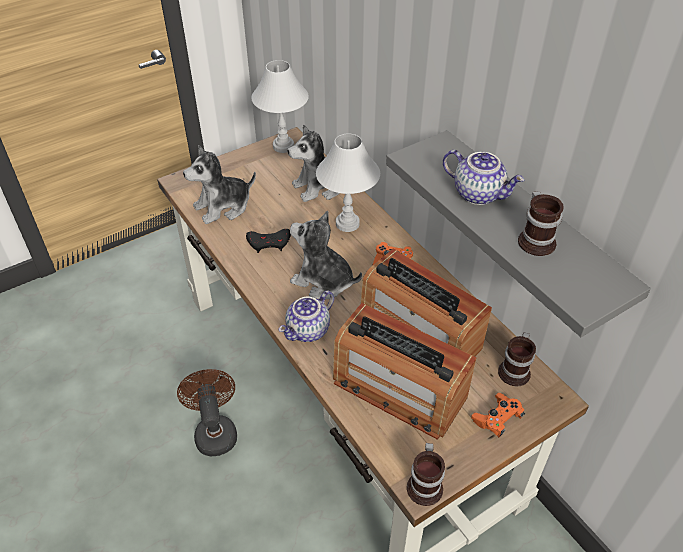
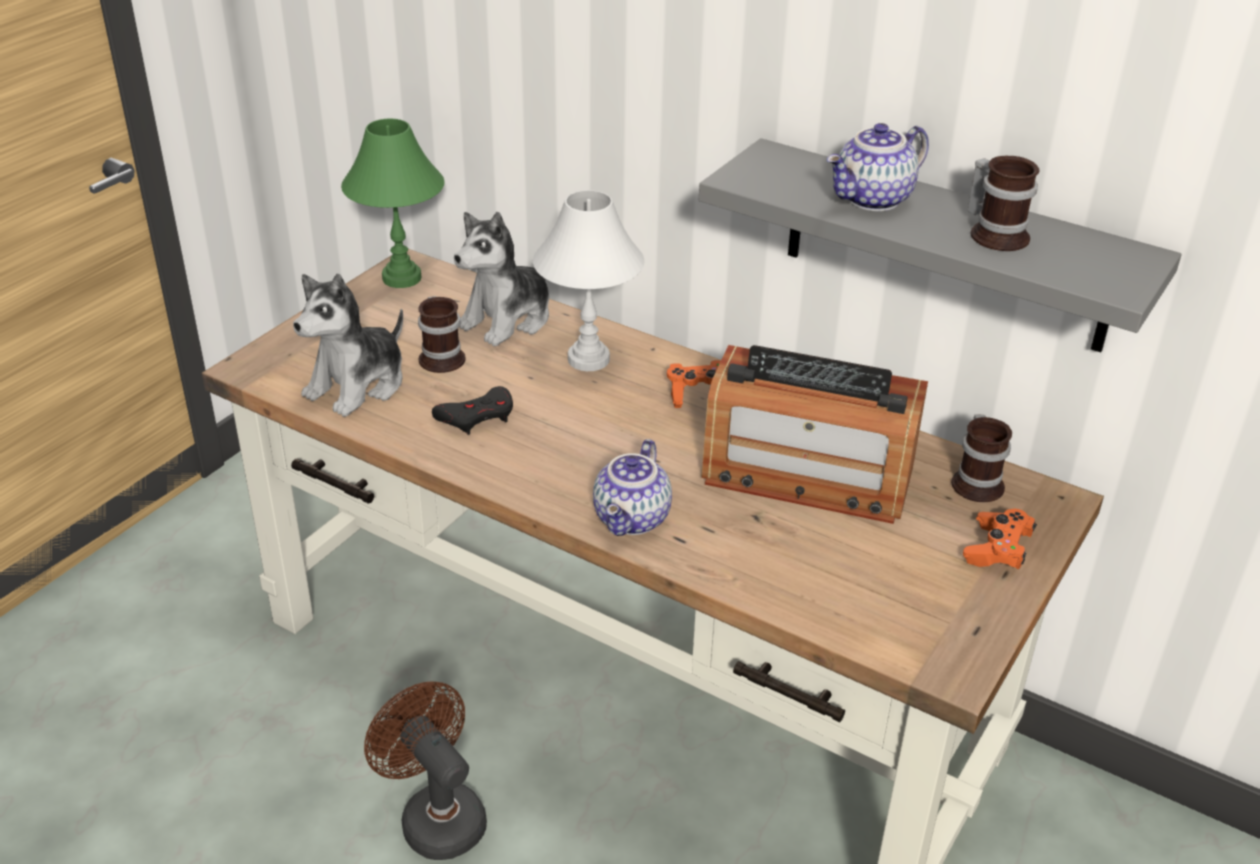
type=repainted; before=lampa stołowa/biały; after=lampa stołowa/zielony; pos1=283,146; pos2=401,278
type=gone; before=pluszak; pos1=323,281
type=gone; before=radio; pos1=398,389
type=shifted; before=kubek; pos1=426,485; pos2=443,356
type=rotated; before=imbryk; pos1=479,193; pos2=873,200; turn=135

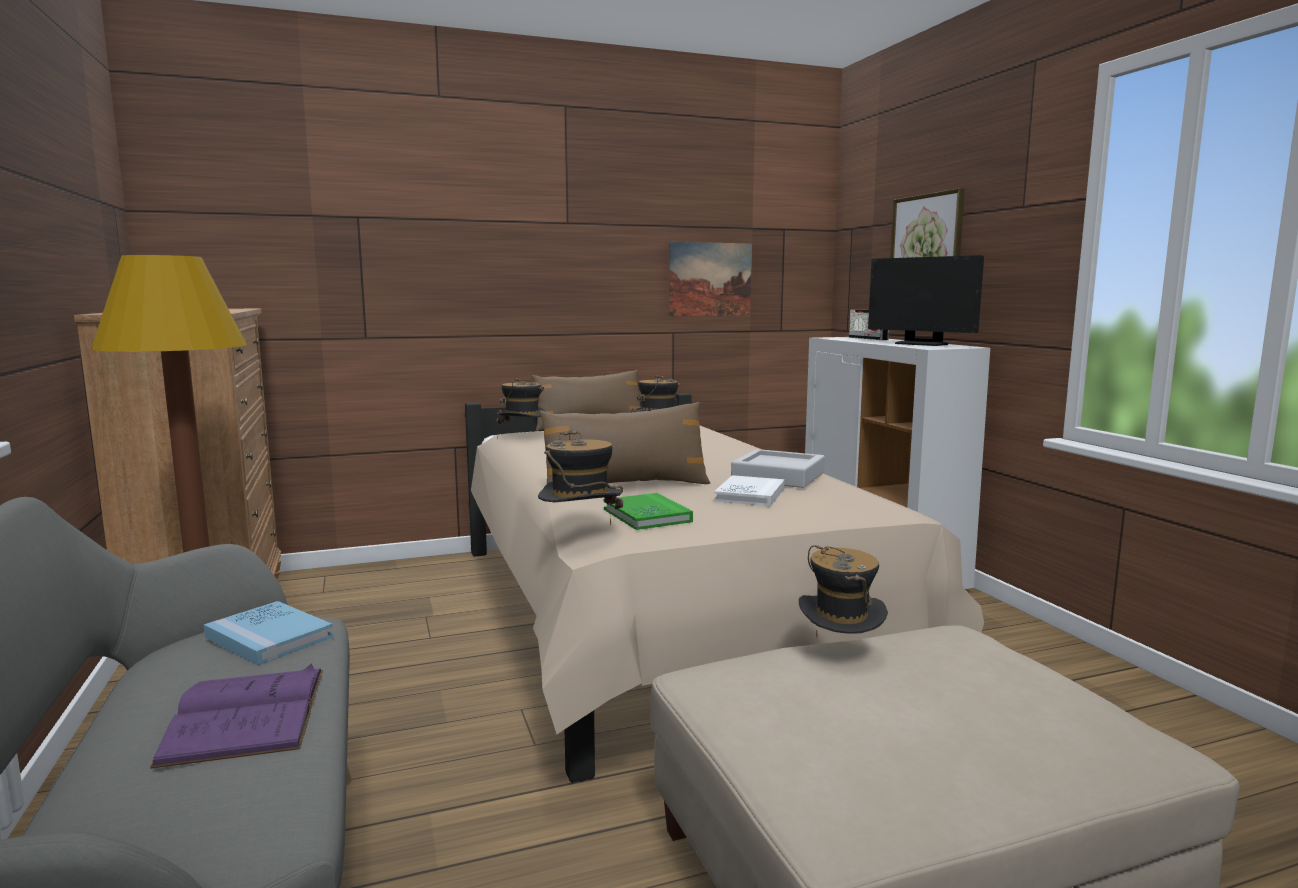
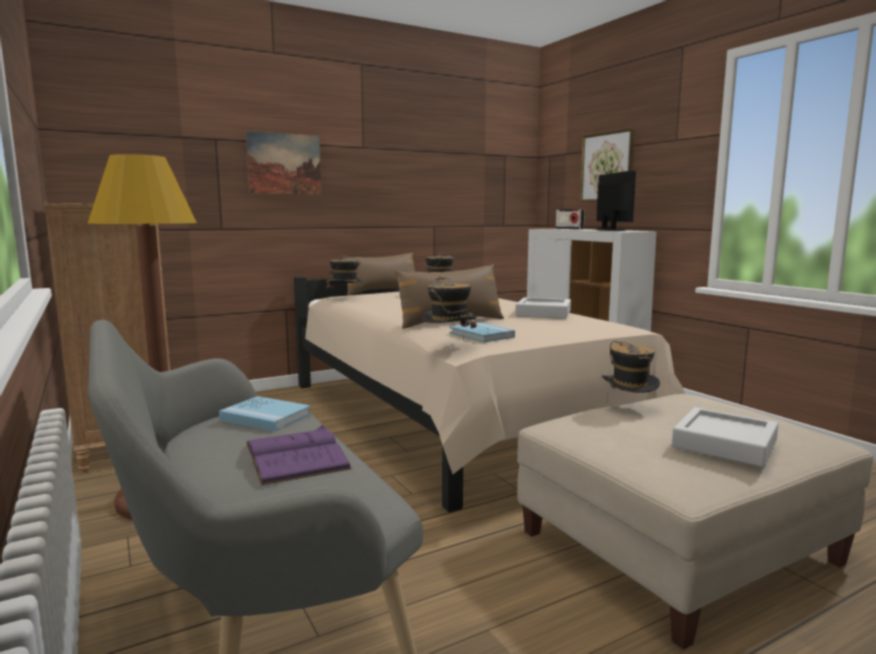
type=repainted; before=książka/zielony; after=książka/niebieski; pos1=647,515; pos2=481,335
type=shifted; before=obraz; pos1=710,279; pos2=284,164
type=gone; before=książka/biały; pos1=750,494
type=rotated; before=monitor; pos1=921,344; pos2=610,230; turn=-135
type=new; after=taca/szary; pos2=724,444

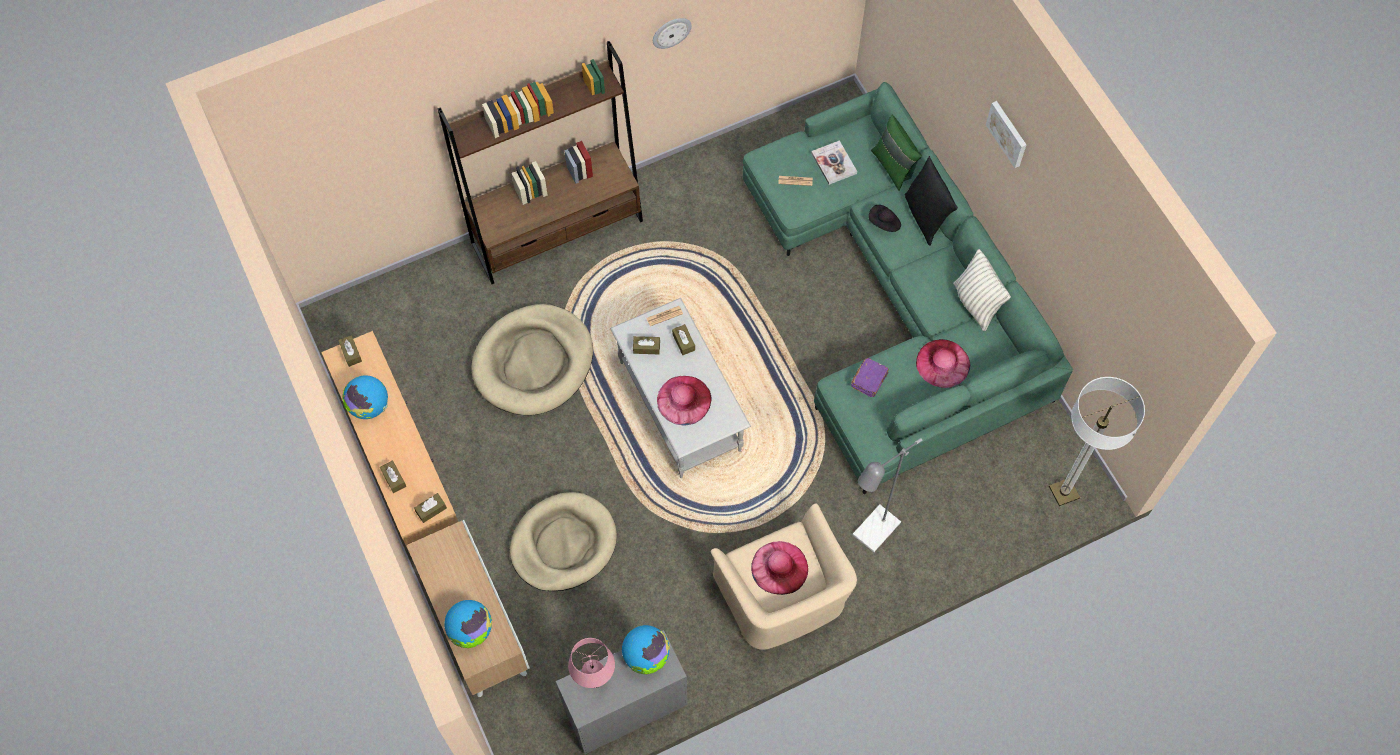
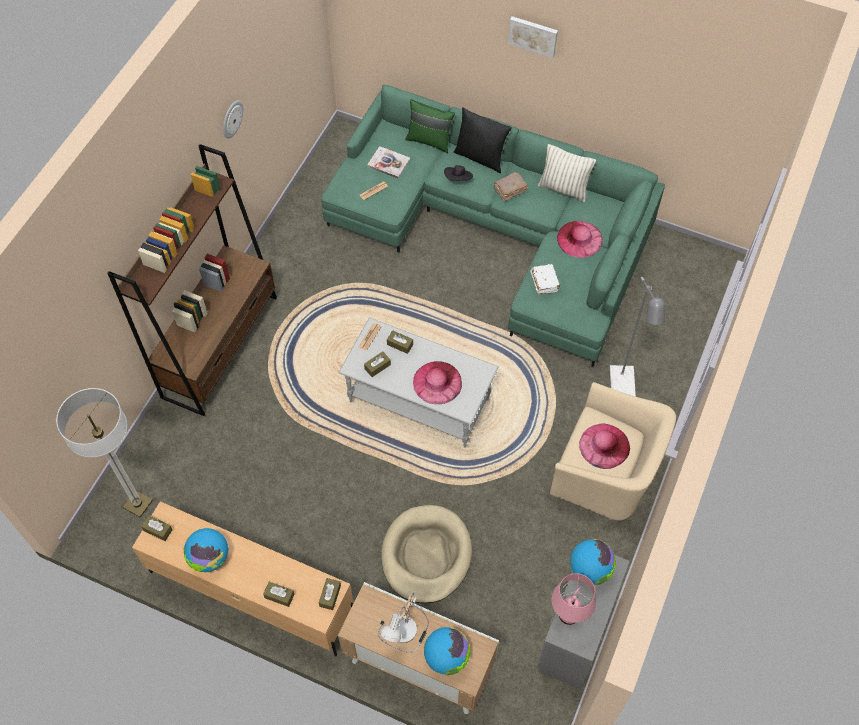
type=gone; before=legowisko/beżowy; pos1=533,362
type=repainted; before=książka/fioletowy; after=książka/biały; pos1=869,380; pos2=544,282
type=shifted; before=lampa stojąca; pos1=1064,492; pos2=138,504
type=new; after=lampa stołowa; pos2=405,632
type=new; after=książka/brązowy; pos2=509,190

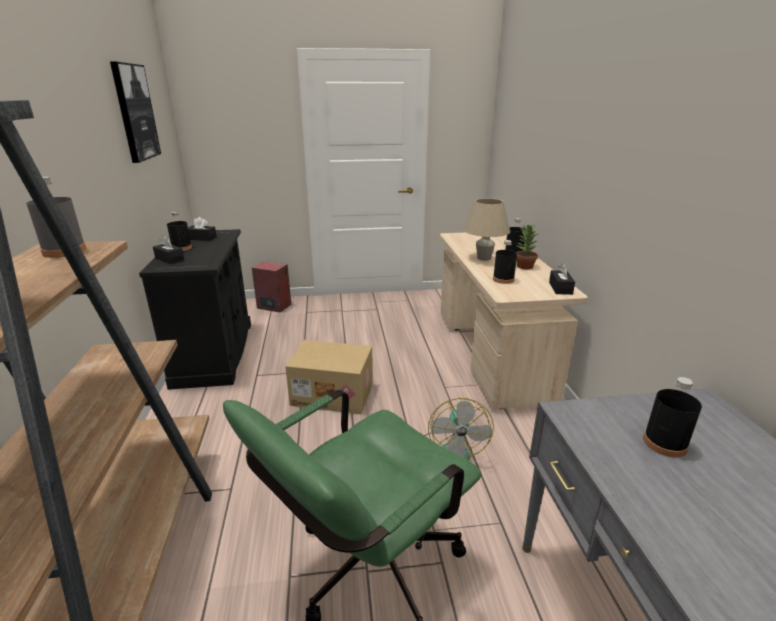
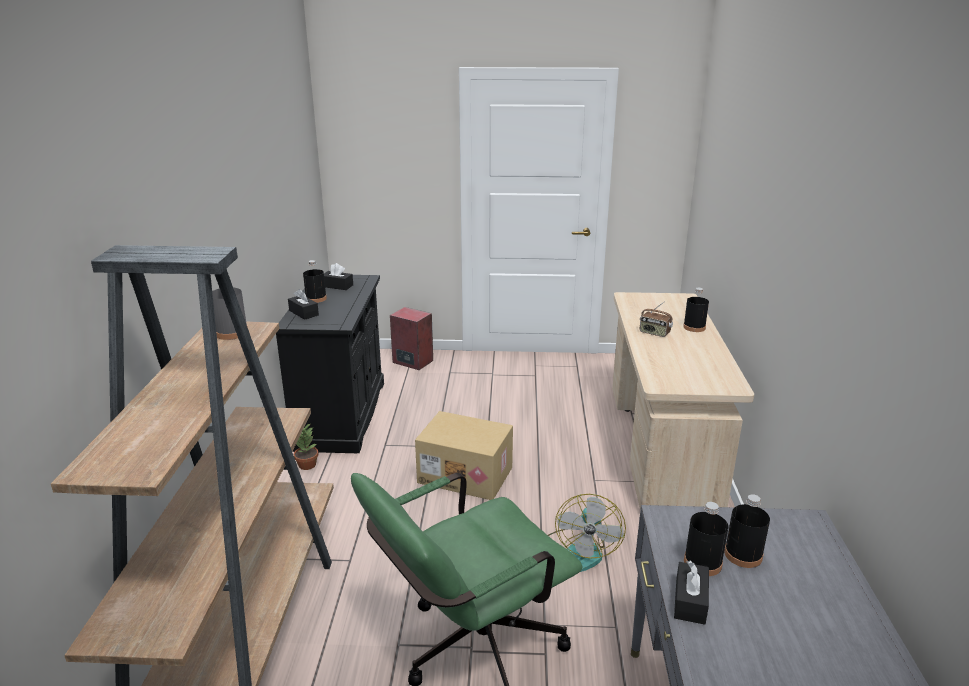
type=gone; before=obraz; pos1=135,112
type=swapped; before=lampa stołowa/beżowy; after=radio; pos1=484,258; pos2=654,333
type=shifted; before=butelka/czarny; pos1=503,279; pos2=702,563
type=shifted; before=roślina doniczkowa; pos1=524,266; pos2=306,465
type=shifted; before=pudełko chusteczek/czarny; pos1=560,288; pos2=690,601

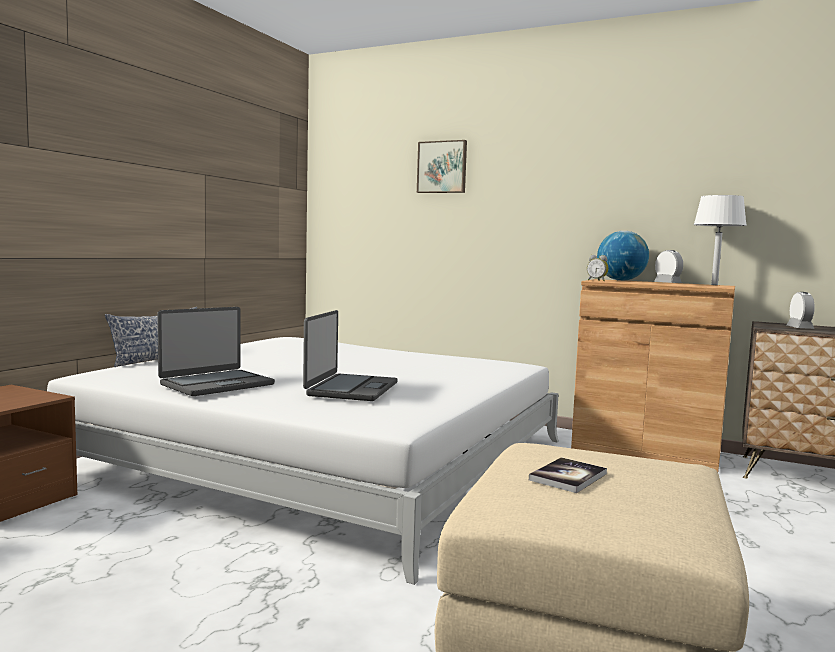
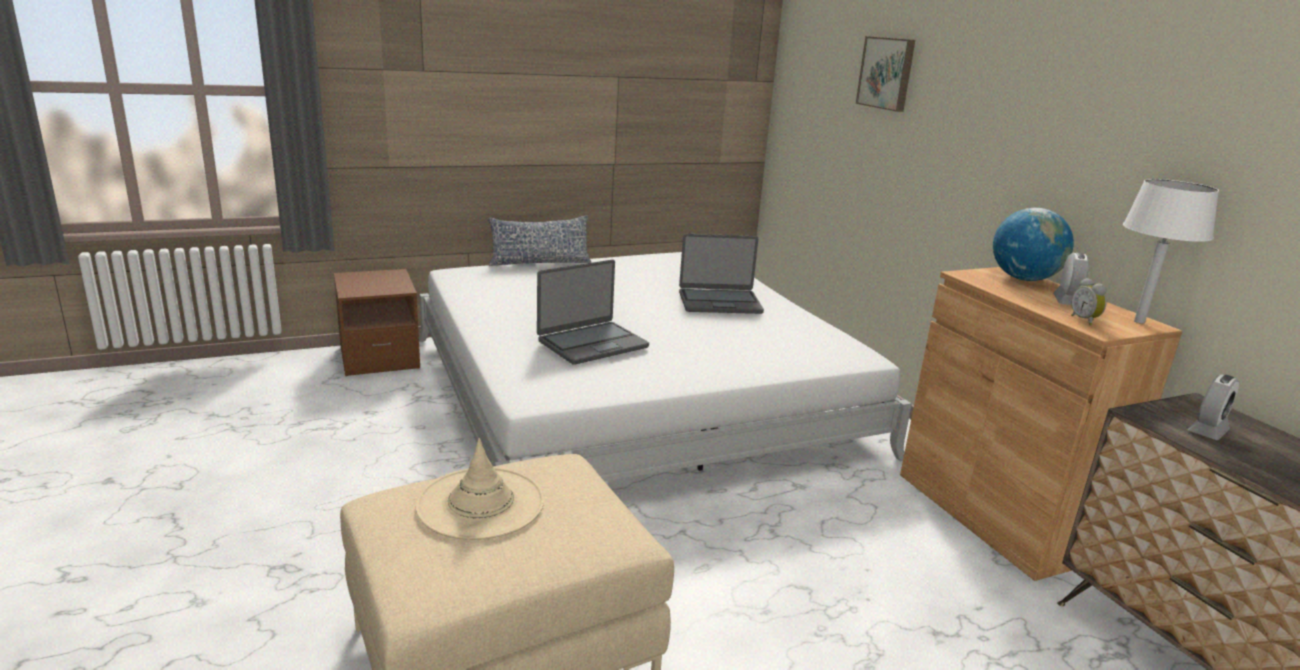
type=shifted; before=laptop; pos1=216,384; pos2=719,302
type=swapped; before=książka; after=kapelusz/beżowy; pos1=568,477; pos2=481,503
type=shifted; before=budzik; pos1=597,280; pos2=1085,320

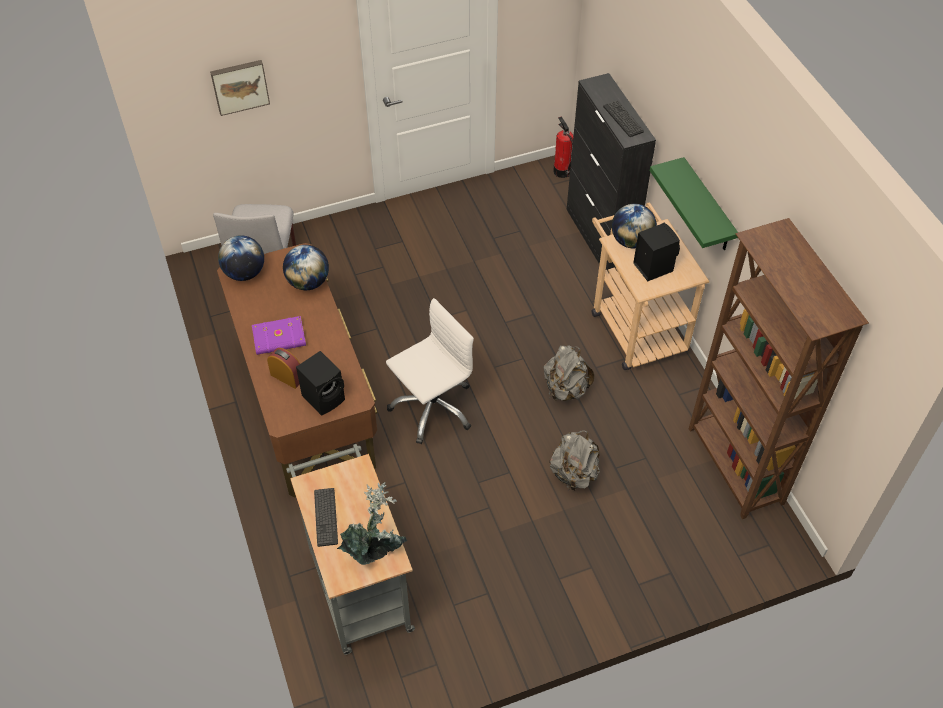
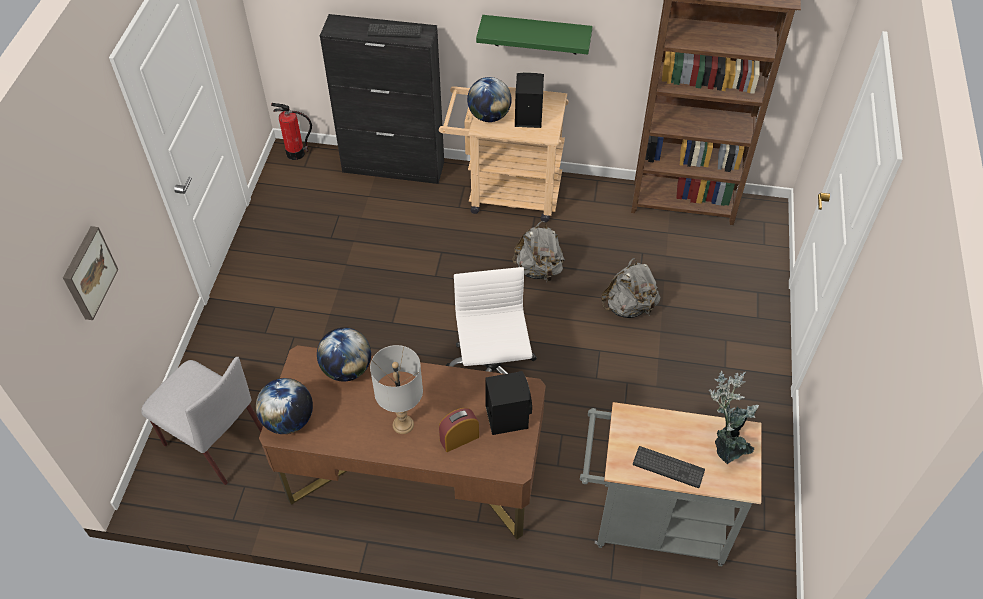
type=swapped; before=książka/fioletowy; after=lampa stołowa/szary; pos1=279,338; pos2=403,424

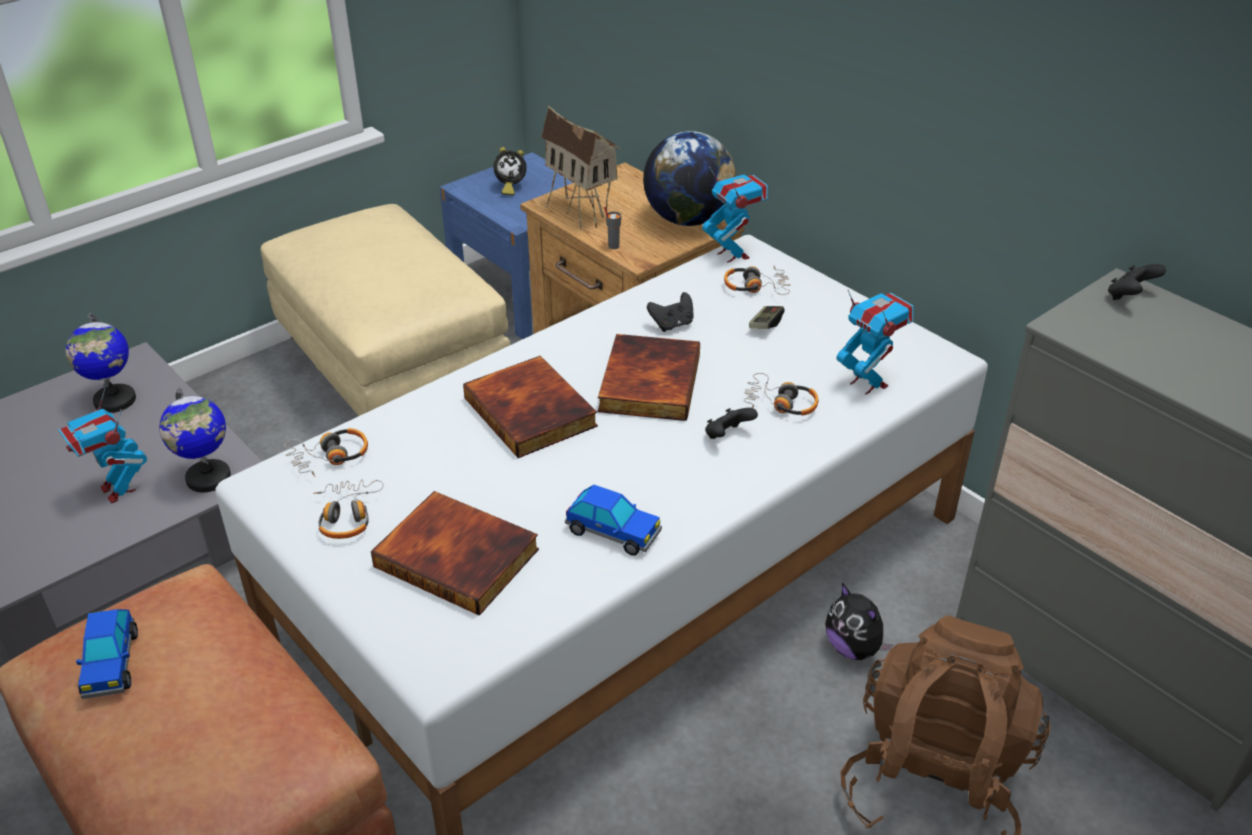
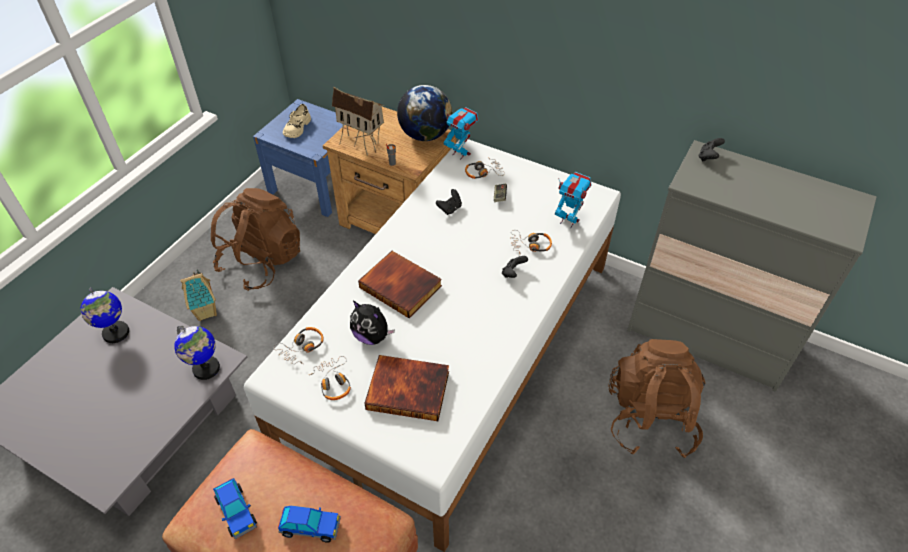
type=gone; before=robot zabawkowy; pos1=118,490
type=swapped; before=pufa/beżowy; after=plecak/brązowy; pos1=392,378; pos2=262,262
type=swapped; before=budzik; after=but/beżowy; pos1=509,187; pos2=297,128
type=shifted; before=samochodzik; pos1=613,532; pos2=310,527
type=gone; before=książka; pos1=647,382
type=shifted; before=pluszak; pos1=853,648; pos2=372,336
type=new; after=domek; pos2=207,312

